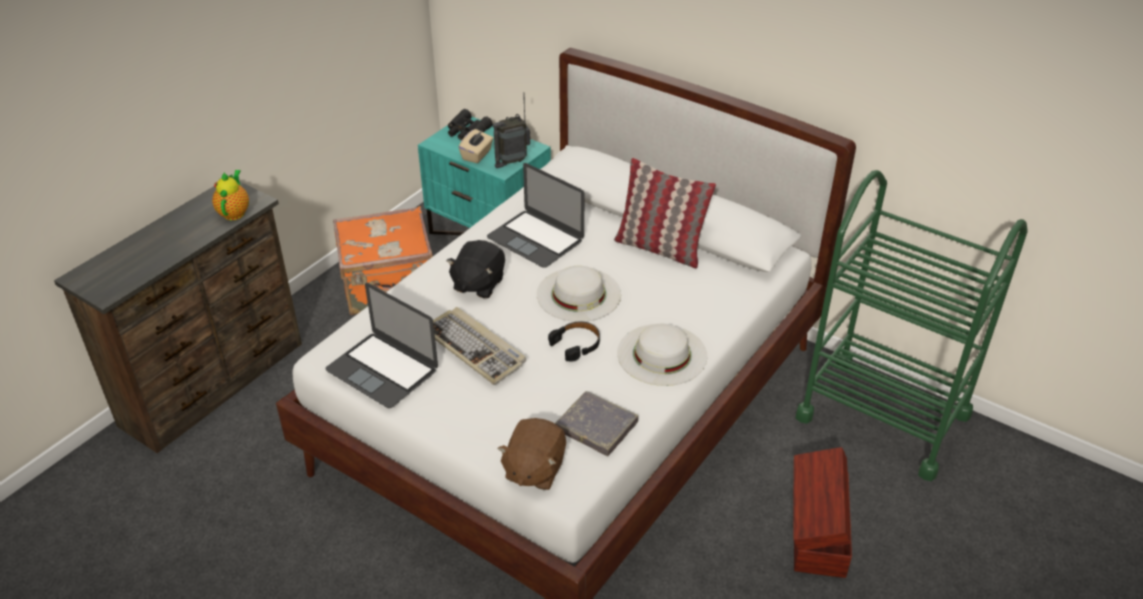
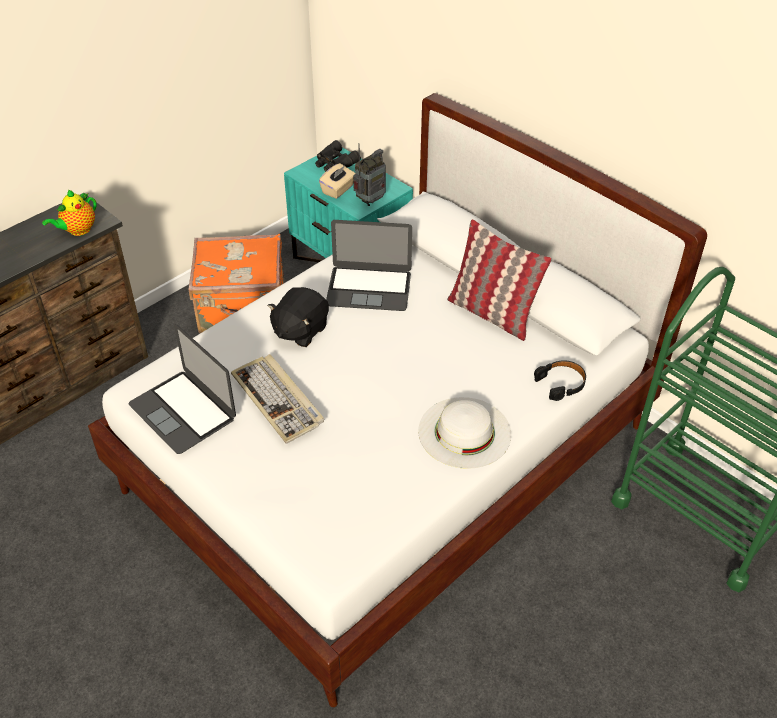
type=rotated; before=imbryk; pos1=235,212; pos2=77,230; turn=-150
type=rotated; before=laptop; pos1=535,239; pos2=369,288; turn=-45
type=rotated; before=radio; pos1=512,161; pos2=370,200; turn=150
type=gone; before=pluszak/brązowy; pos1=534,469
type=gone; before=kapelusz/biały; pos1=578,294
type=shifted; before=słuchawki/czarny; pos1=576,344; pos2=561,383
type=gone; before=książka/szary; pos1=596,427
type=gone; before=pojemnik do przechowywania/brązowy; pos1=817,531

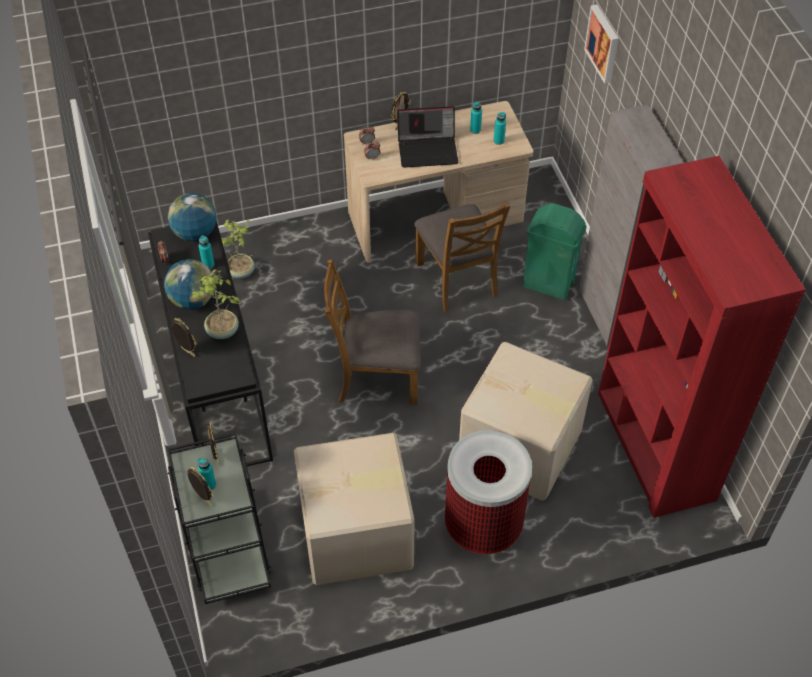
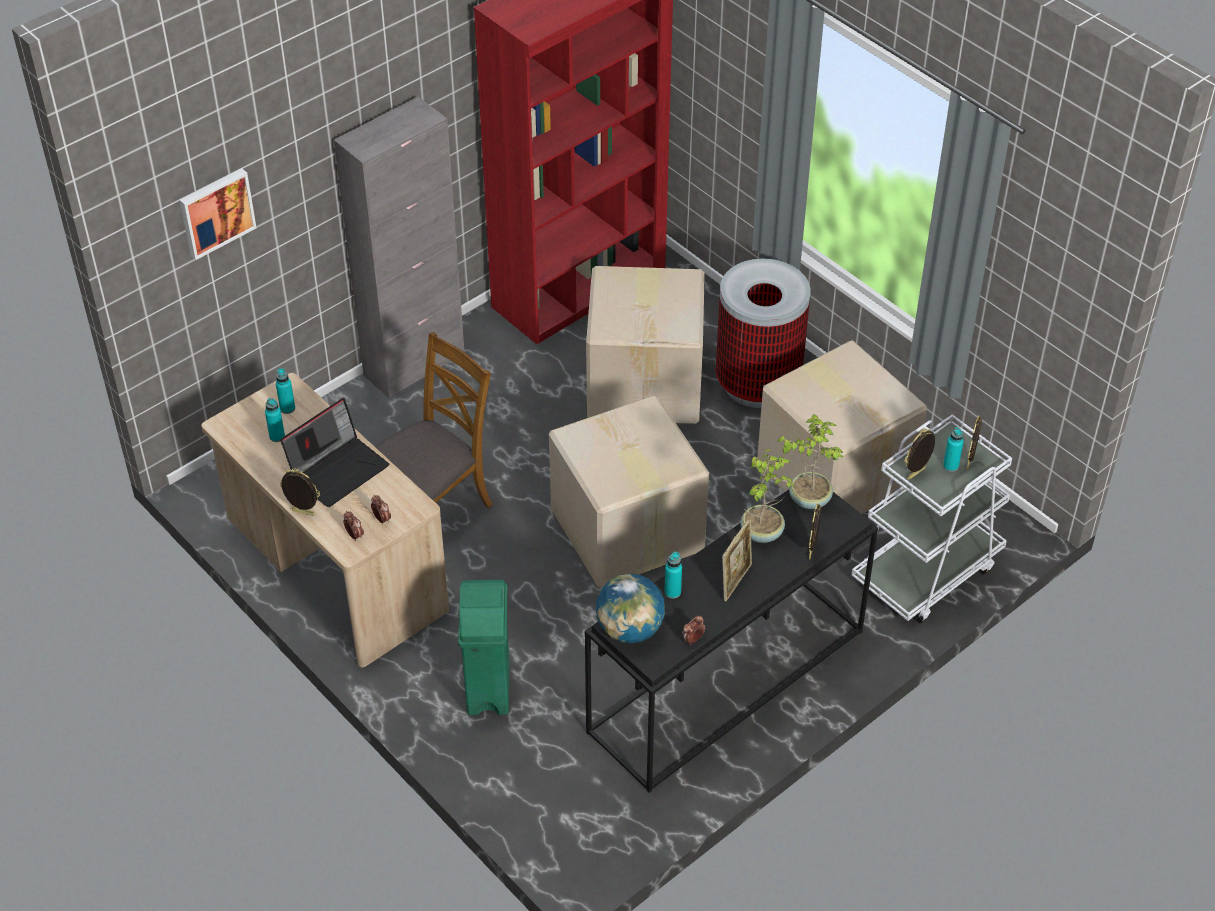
type=swapped; before=globus; after=ramka na zdjęcie; pos1=193,300; pos2=735,581
type=repainted; before=wózek/czarny; after=wózek/biały; pos1=227,547; pos2=926,571
type=shifted; before=roślina doniczkowa; pos1=242,272; pos2=809,498
type=swapped; before=krzesło/brązowy; after=karton; pos1=377,377; pos2=626,532
type=rotated; before=laptop; pos1=428,150; pos2=338,469; turn=75
type=shifted; before=kosz na śmieci/zielony; pos1=547,284; pos2=488,689

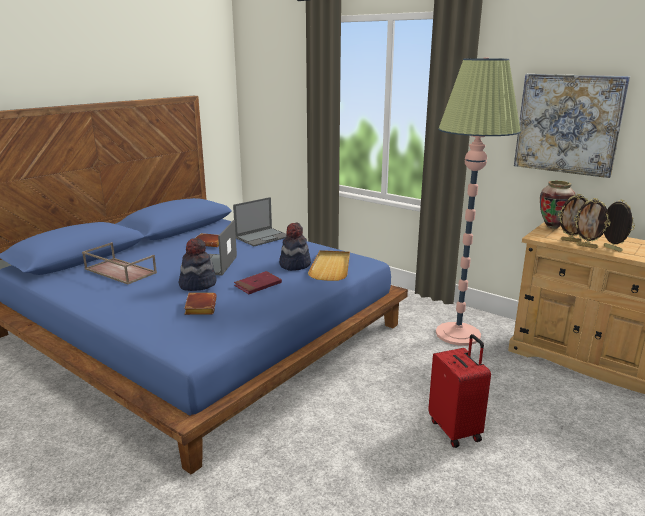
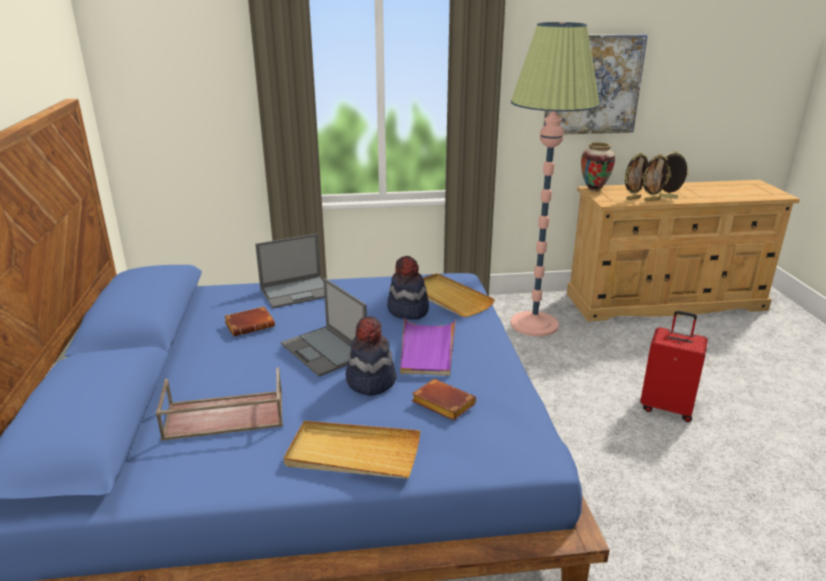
type=rotated; before=laptop; pos1=263,237; pos2=298,292; turn=60
type=swapped; before=książka/czerwony; after=taca/fioletowy; pos1=258,285; pos2=427,350
type=new; after=taca/beżowy; pos2=353,454

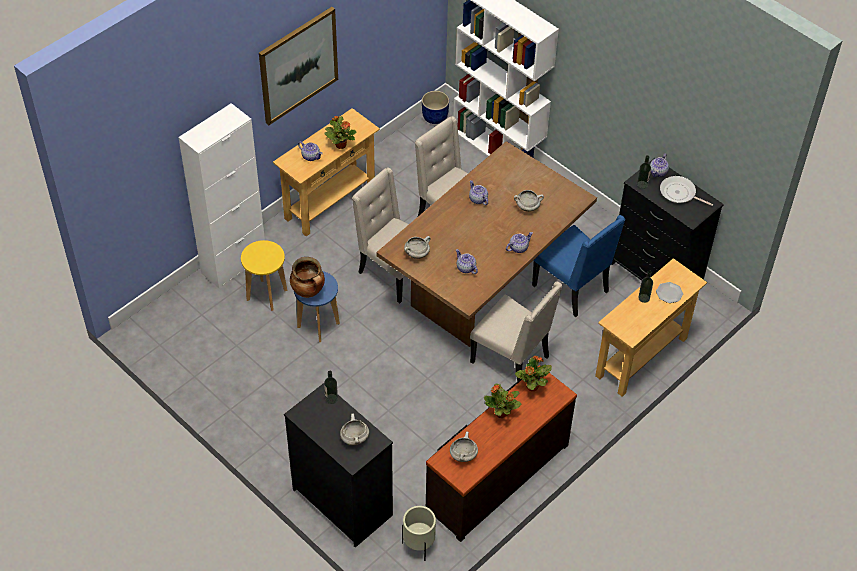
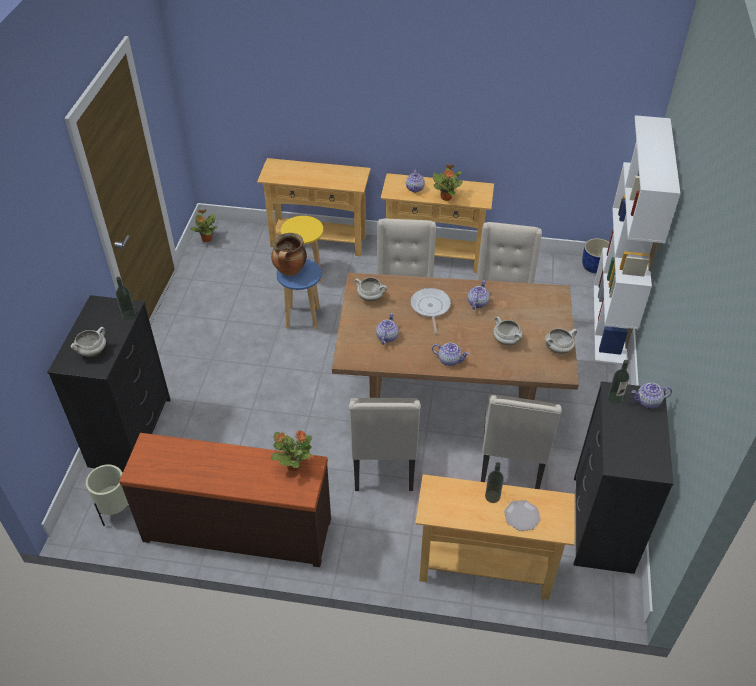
type=swapped; before=szafka/biały; after=stolik konsolowy/beżowy; pos1=234,264; pos2=318,241
type=gone; before=obraz; pos1=298,65
type=shifted; before=garnek/biały; pos1=463,455; pos2=558,348
type=shifted; before=roślina doniczkowa; pos1=501,413; pos2=206,239
type=repainted; before=krzesło/niebieski; after=krzesło/beżowy; pos1=572,289; pos2=512,464
type=shifted; before=patelnia; pos1=679,193; pos2=430,308

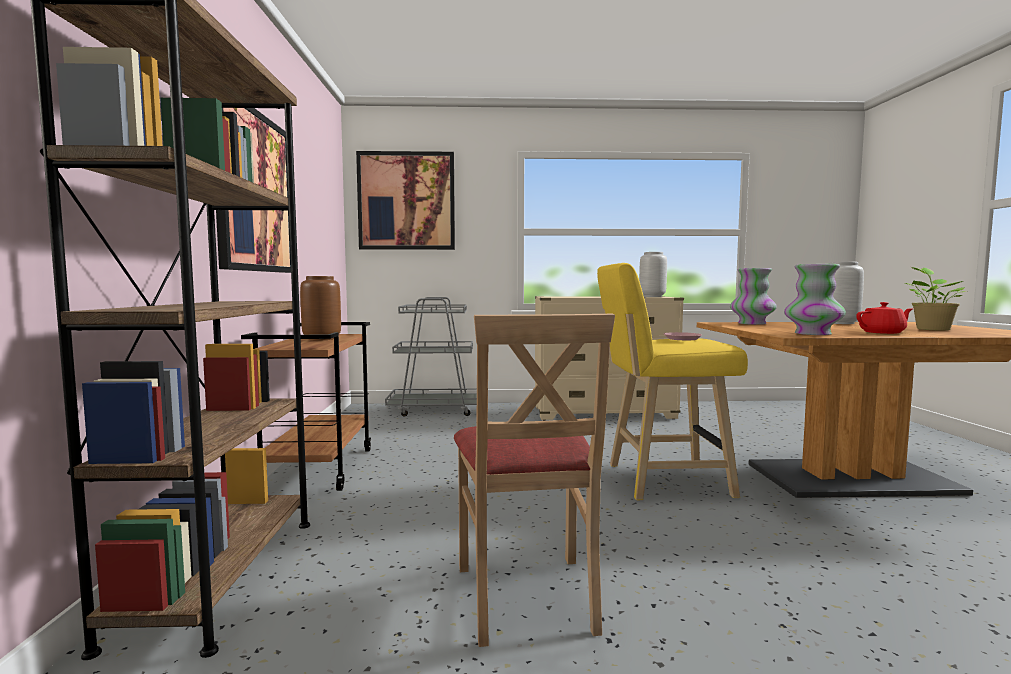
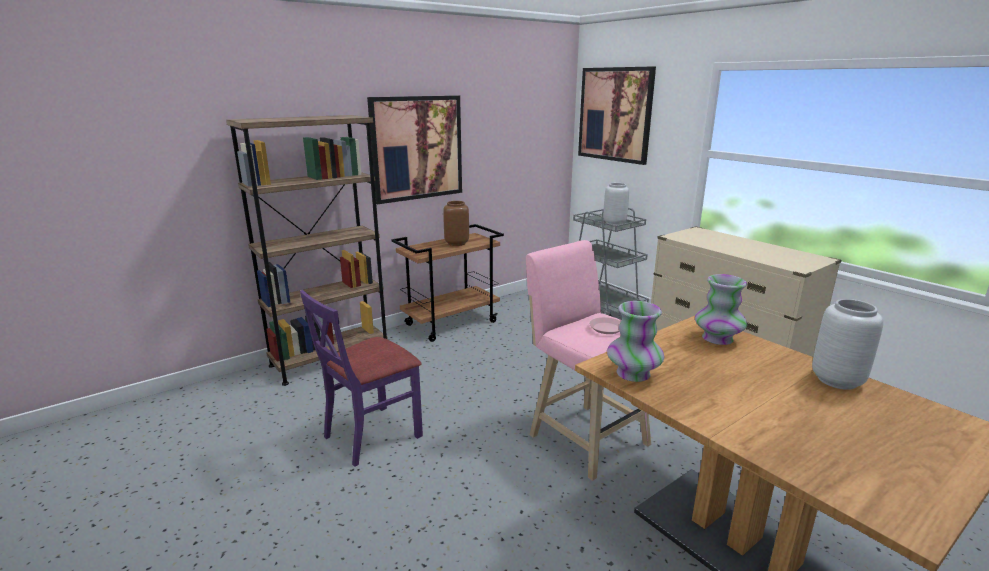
type=repainted; before=krzesło/beżowy; after=krzesło/fioletowy; pos1=527,596; pos2=372,435
type=repainted; before=stołek/żółty; after=stołek/różowy; pos1=661,480; pos2=584,437
type=shifted; before=wazon/szary; pos1=652,296; pos2=615,223
type=gone; before=imbryk/czerwony; pos1=883,332
type=gone; before=roślina doniczkowa; pos1=931,329

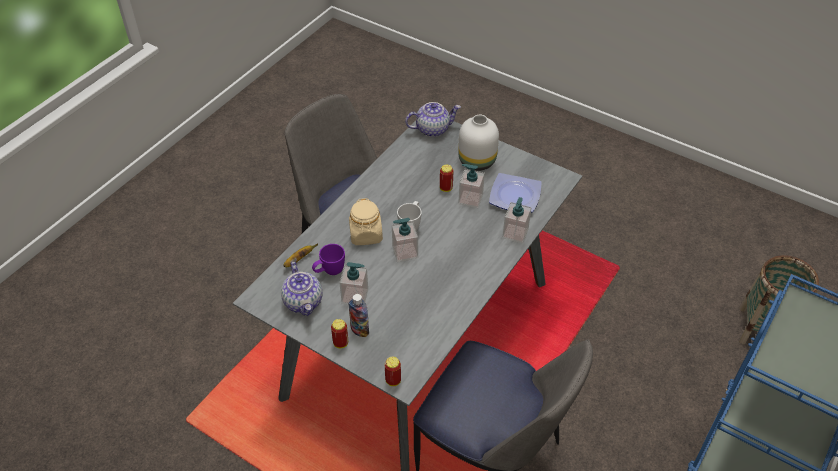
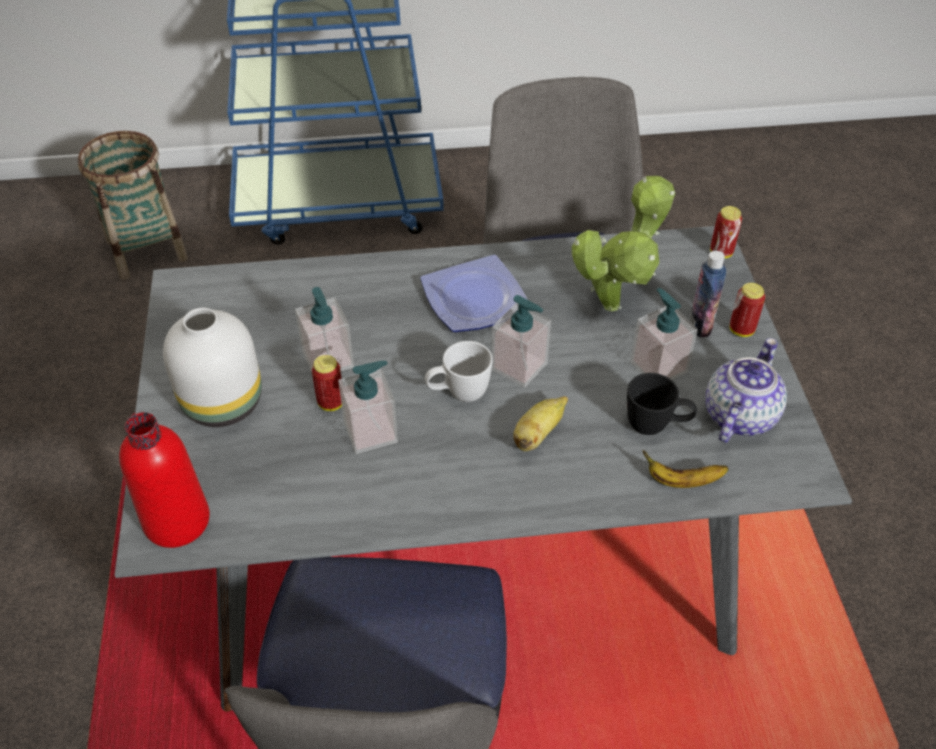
type=repainted; before=kubek/fioletowy; after=kubek/czarny; pos1=329,272; pos2=656,426
type=swapped; before=słoik/beżowy; after=banan; pos1=366,235; pos2=538,434
type=swapped; before=imbryk; after=butelka/czerwony; pos1=433,129; pos2=177,521
type=shifted; before=talerz; pos1=516,195; pos2=472,299
type=shifted; before=dozownik mydła; pos1=515,233; pos2=371,432
type=new; after=roślina doniczkowa; pos2=615,301

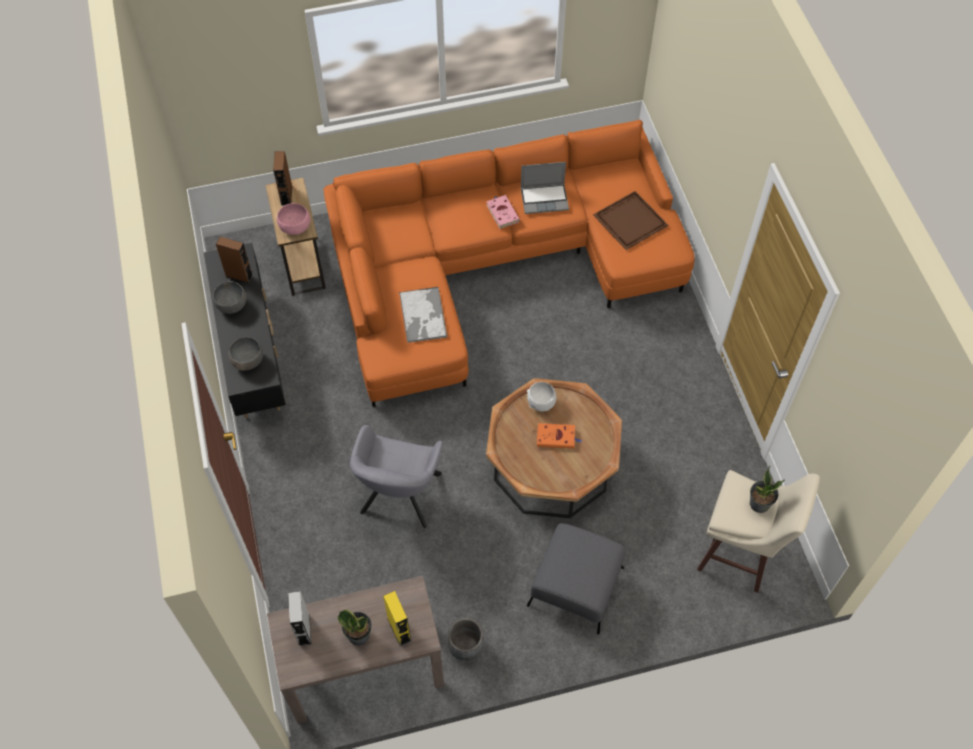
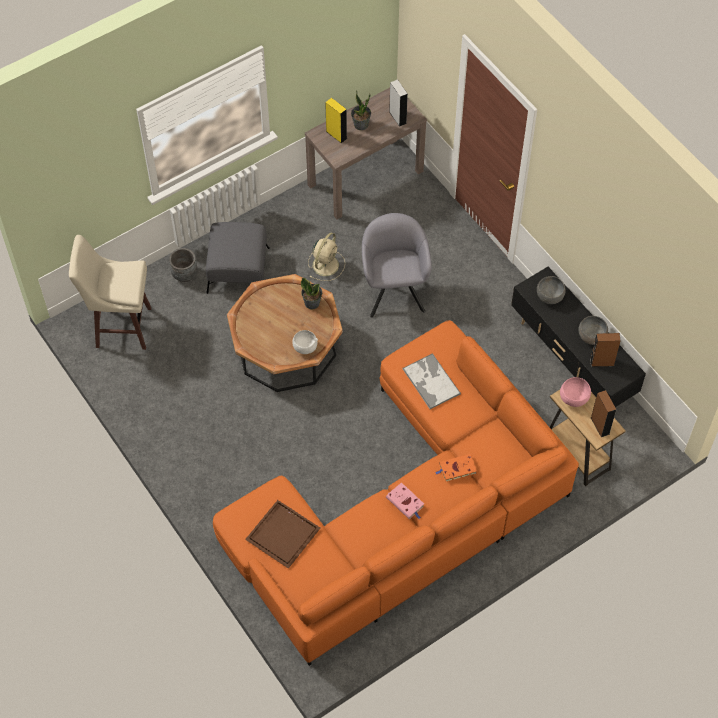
type=shifted; before=donica/szary; pos1=465,647; pos2=185,274
type=gone; before=laptop; pos1=545,199
type=shifted; before=książka/pomarańczowy; pos1=557,437; pos2=456,469
type=shifted; before=roślina doniczkowa; pos1=759,504; pos2=312,302
type=new; after=wentylator/beżowy; pos2=326,264

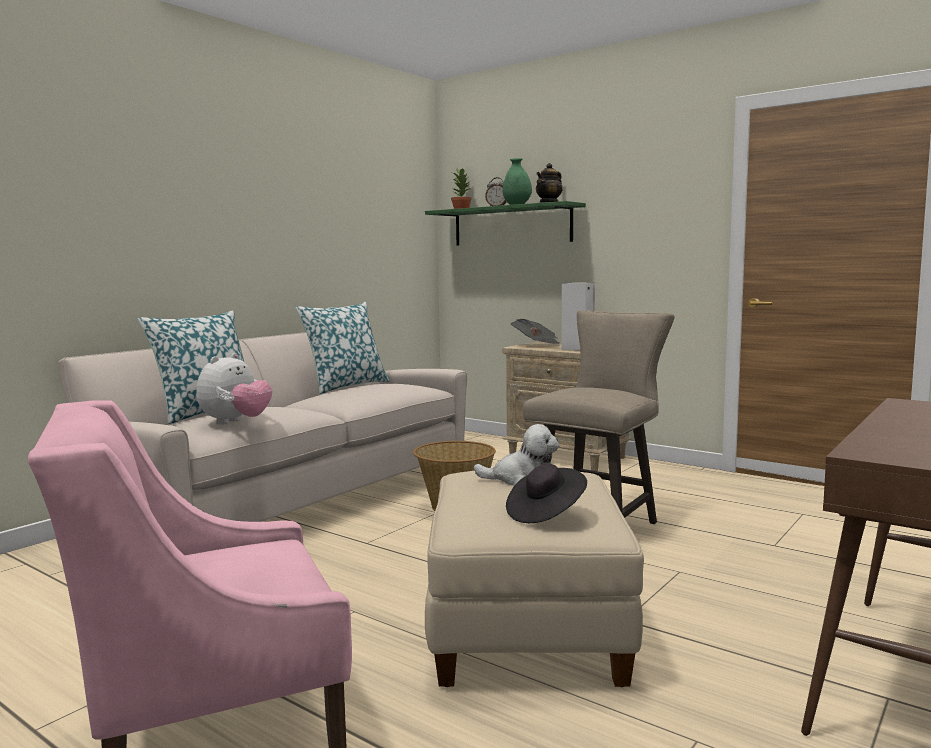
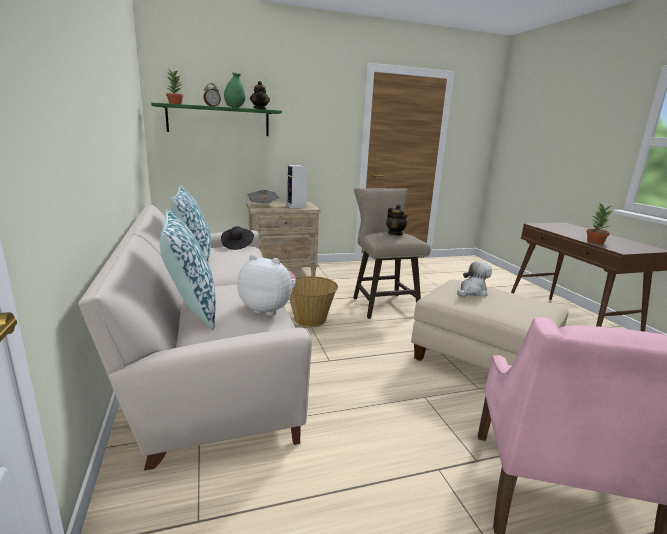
type=rotated; before=pluszak; pos1=235,422; pos2=268,309; turn=-45
type=shifted; before=kapelusz/czarny; pos1=546,513; pos2=237,245
type=new; after=imbryk; pos2=395,234
type=new; after=roślina doniczkowa; pos2=594,242

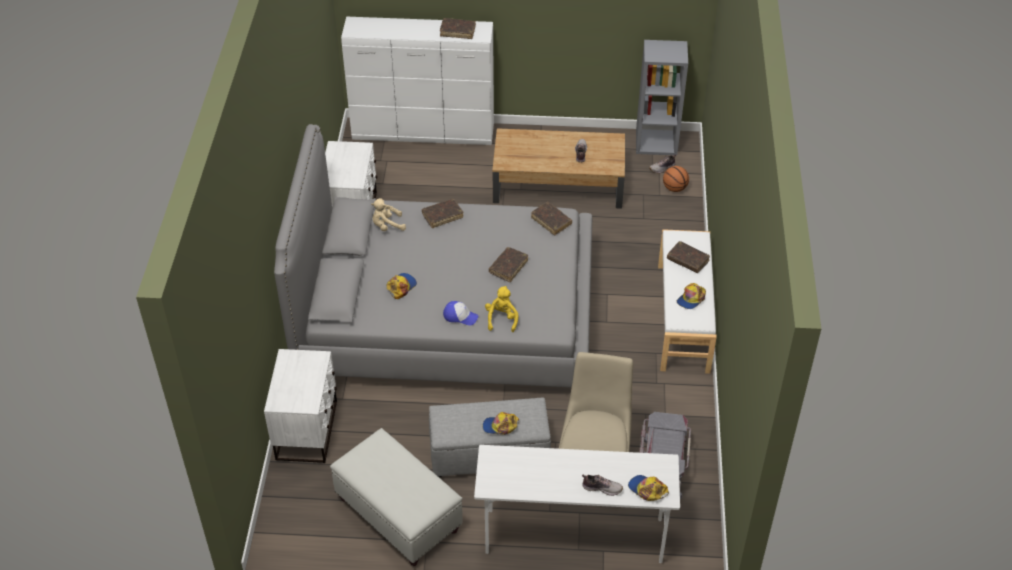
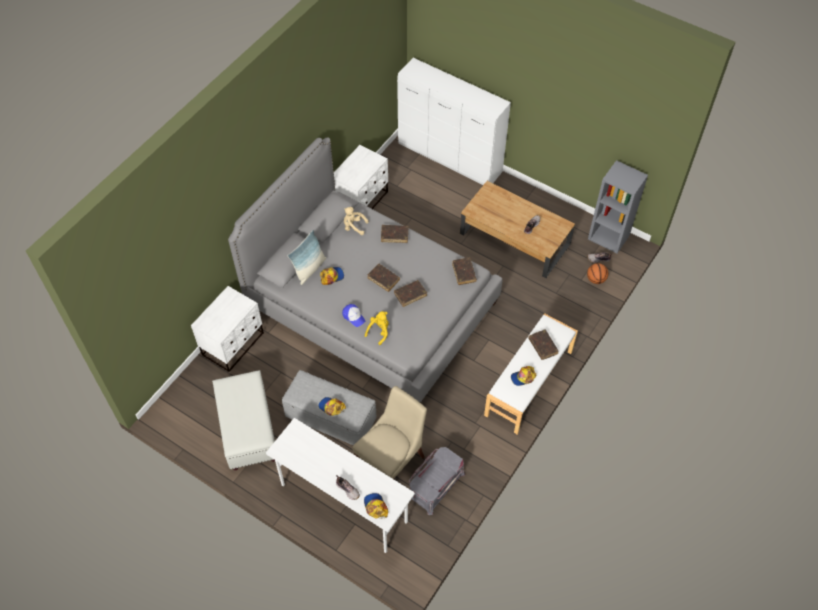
type=shifted; before=książka/brązowy; pos1=457,31; pos2=383,279
type=new; after=poduszka; pos2=309,269

